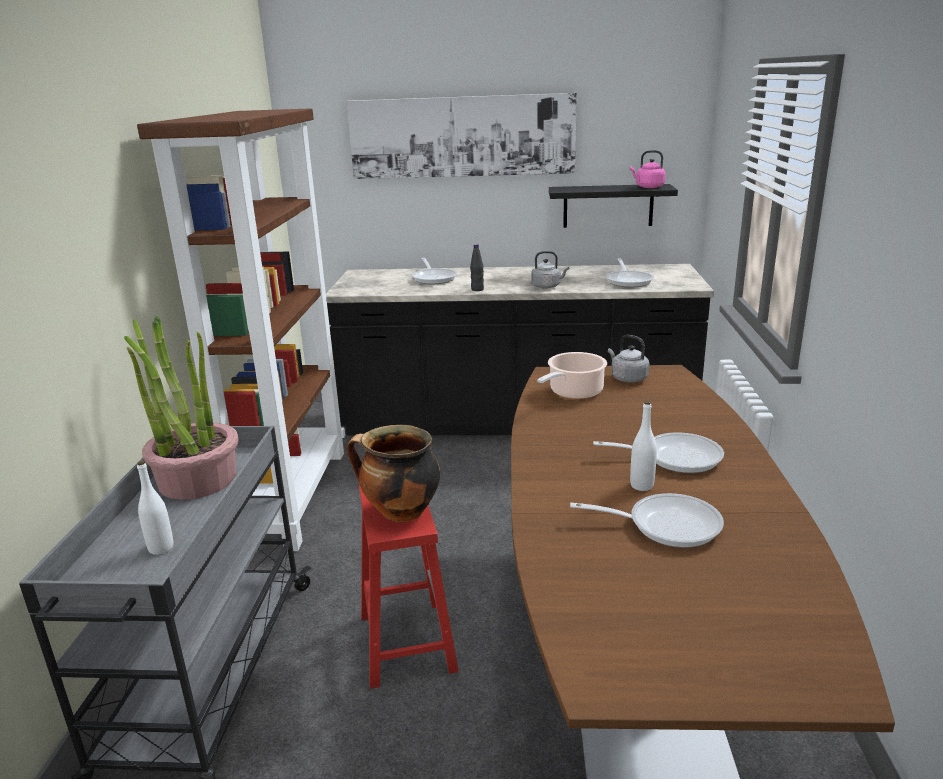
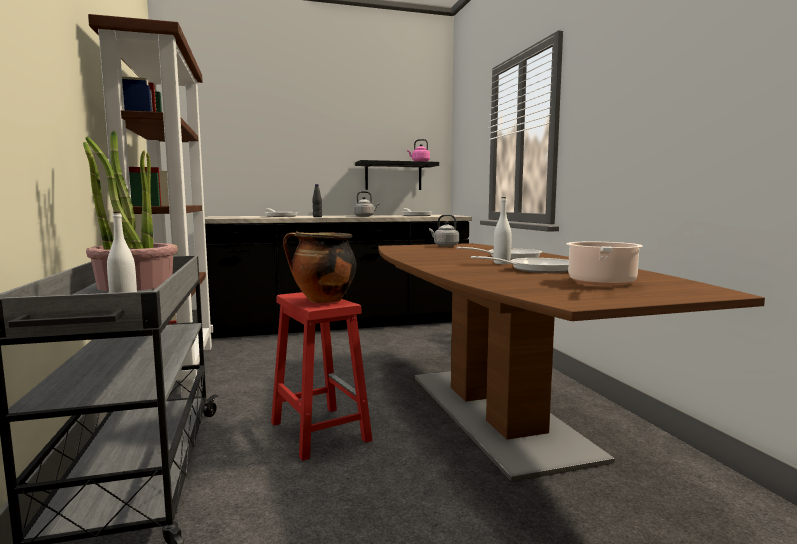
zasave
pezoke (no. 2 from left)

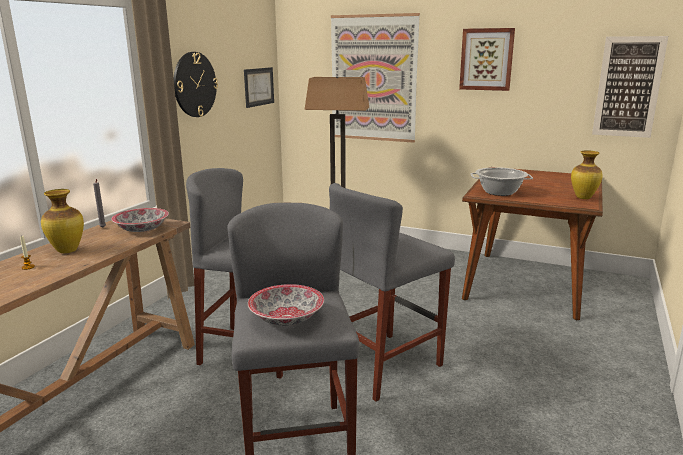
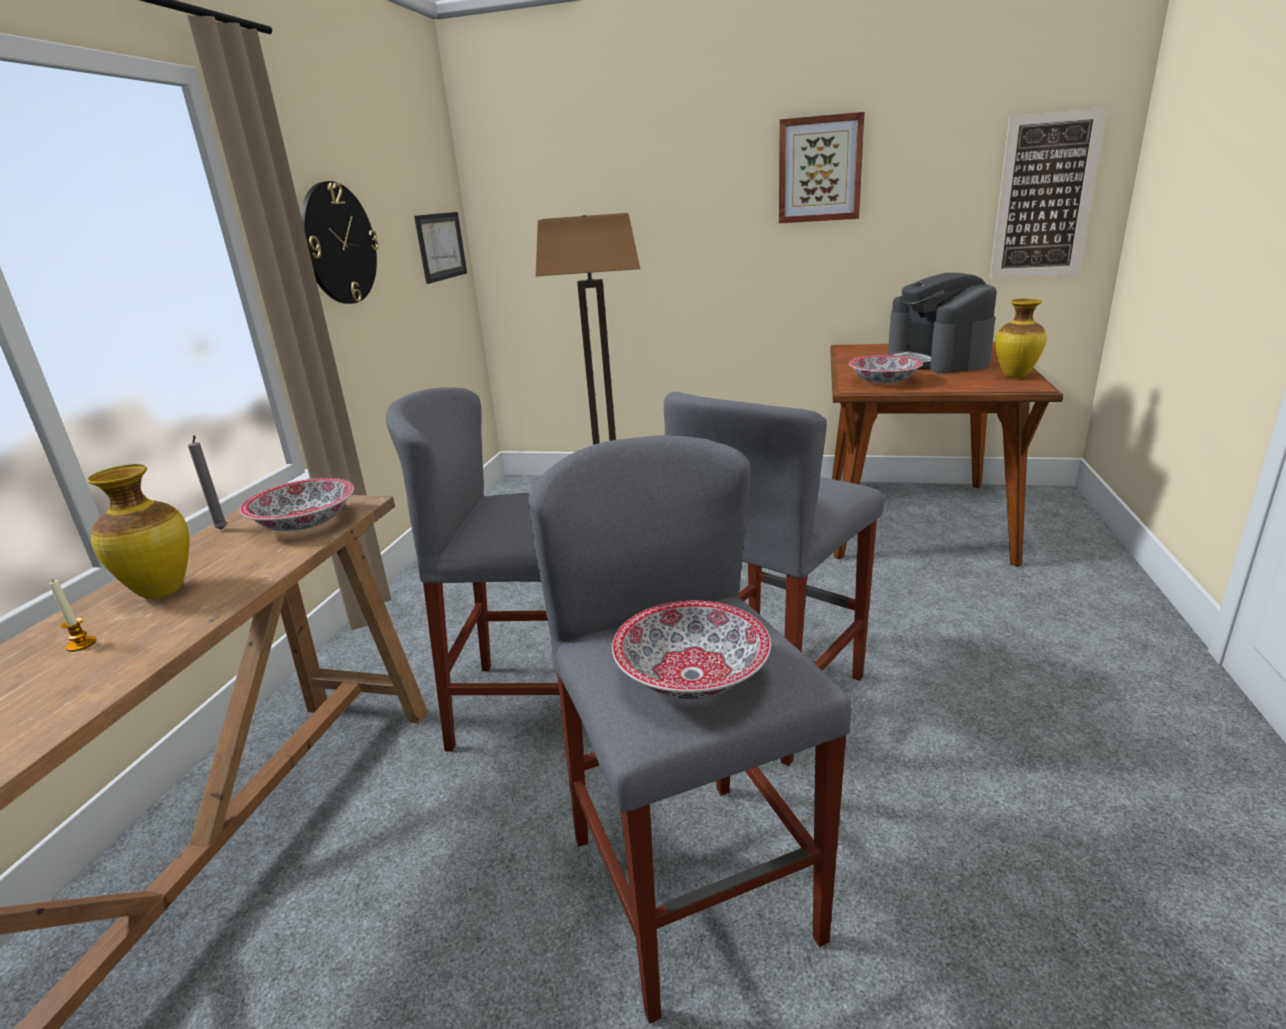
zasave (no. 2 from left in the first image)
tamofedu (no. 3 from left)
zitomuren

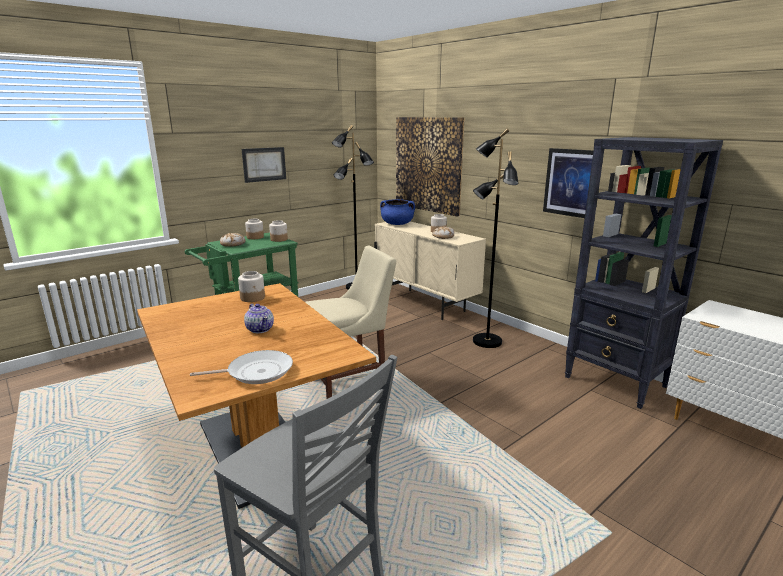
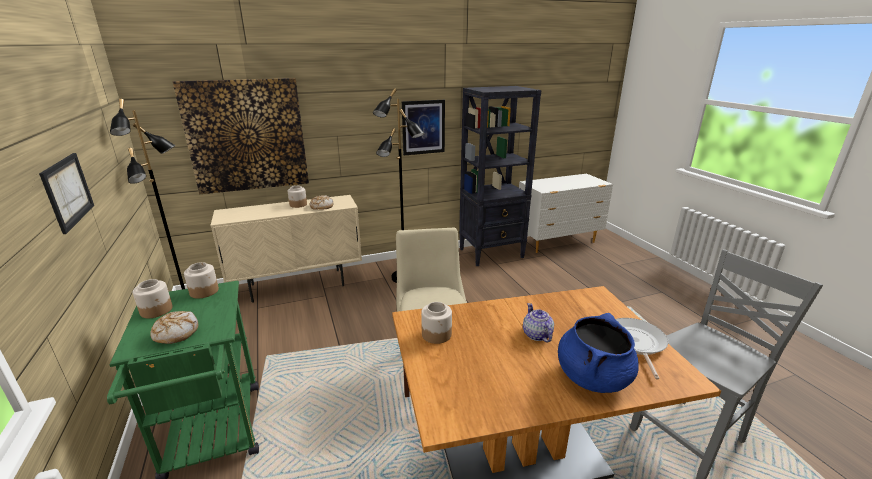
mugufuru
blue pezoke

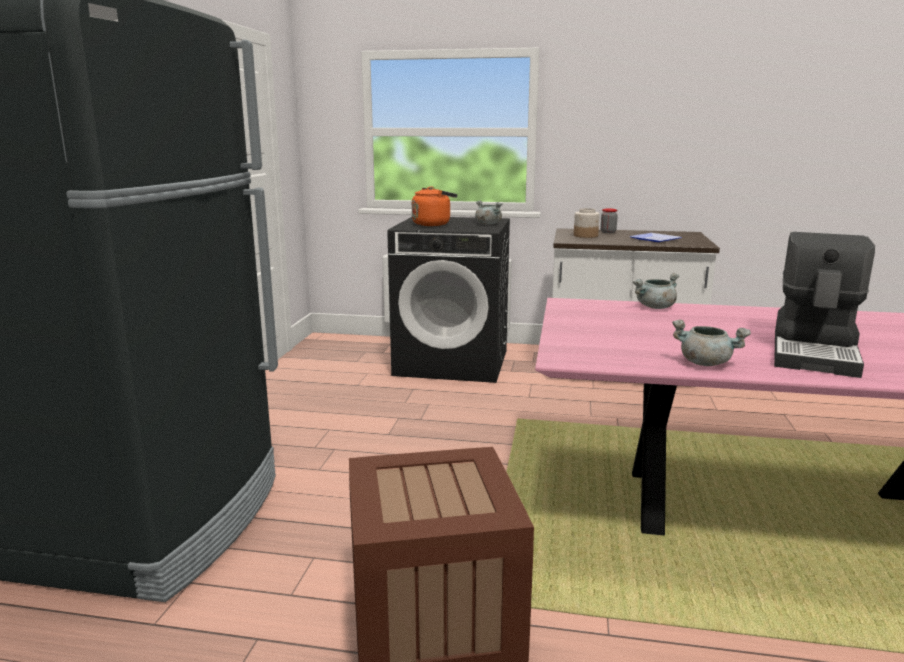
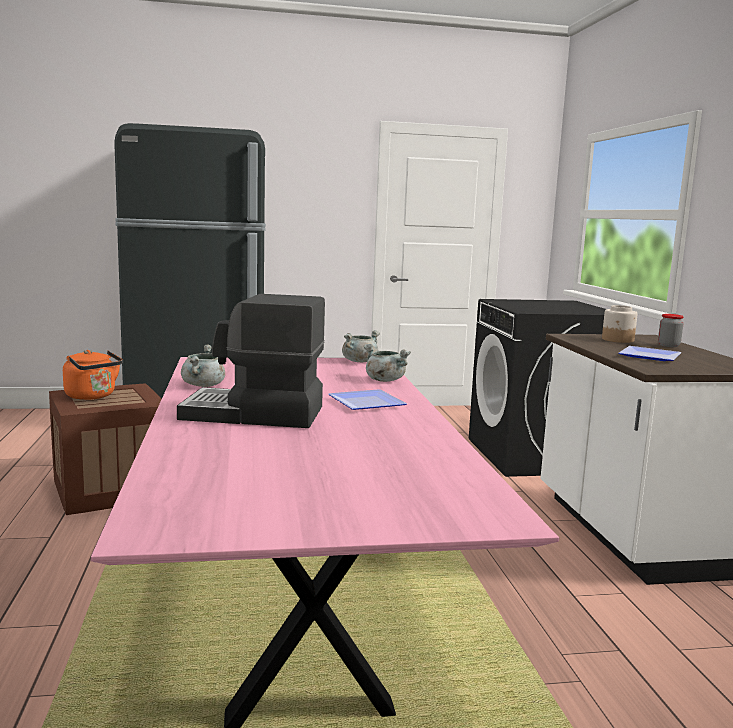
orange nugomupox
grey pezoke (no. 2 from left)
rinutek (no. 1 from left)

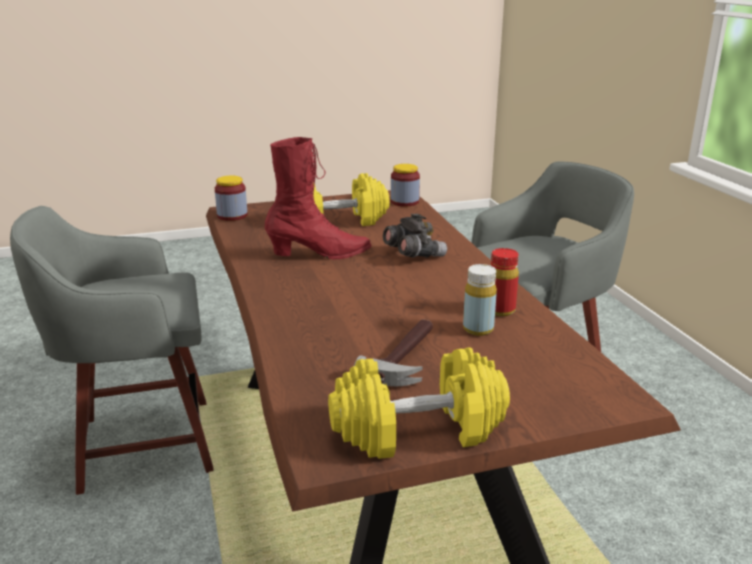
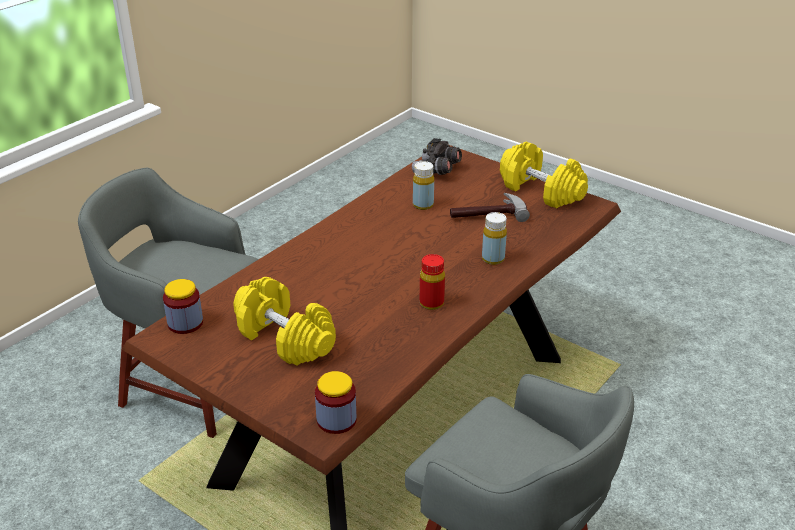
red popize
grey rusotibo
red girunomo
yellow girunomo (no. 2 from left)

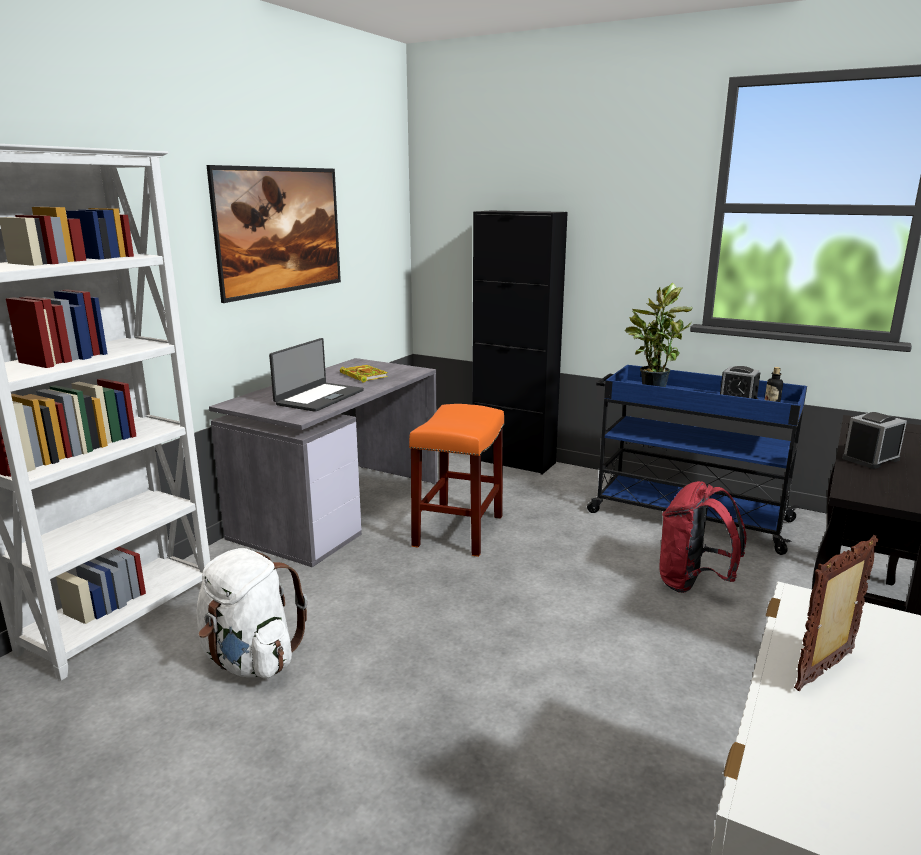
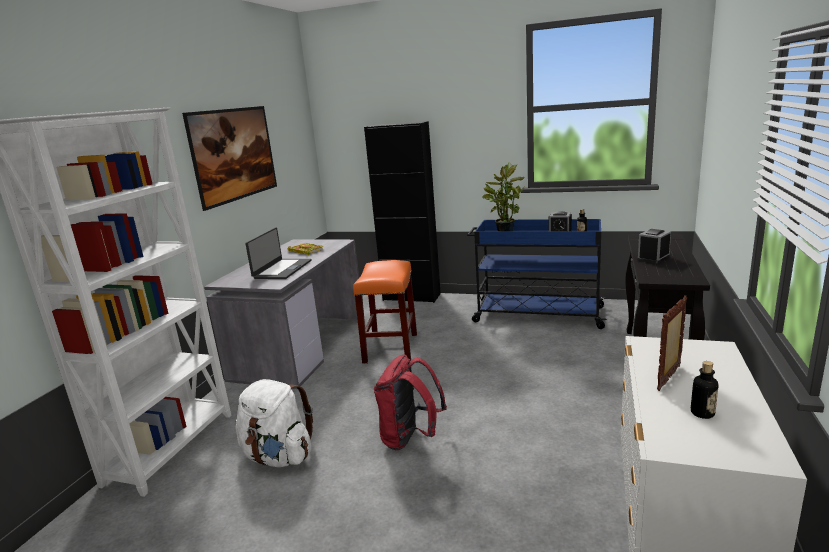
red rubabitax
girunomo (no. 2 from left)

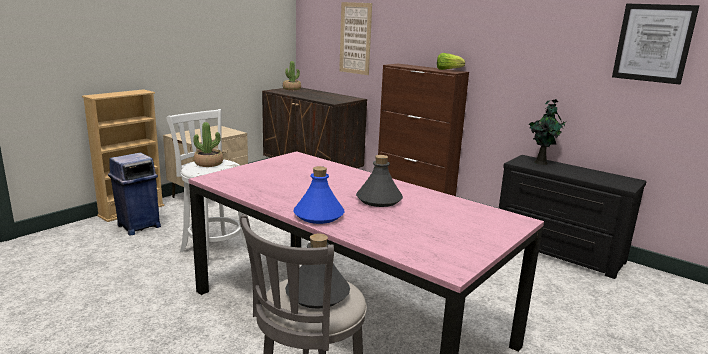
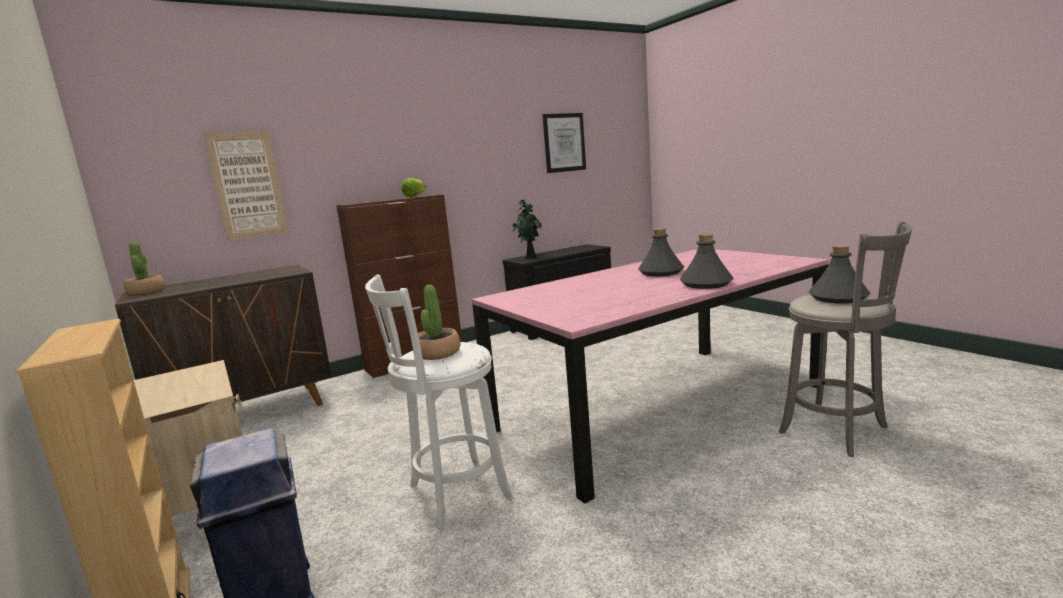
grey girunomo (no. 2 from left)

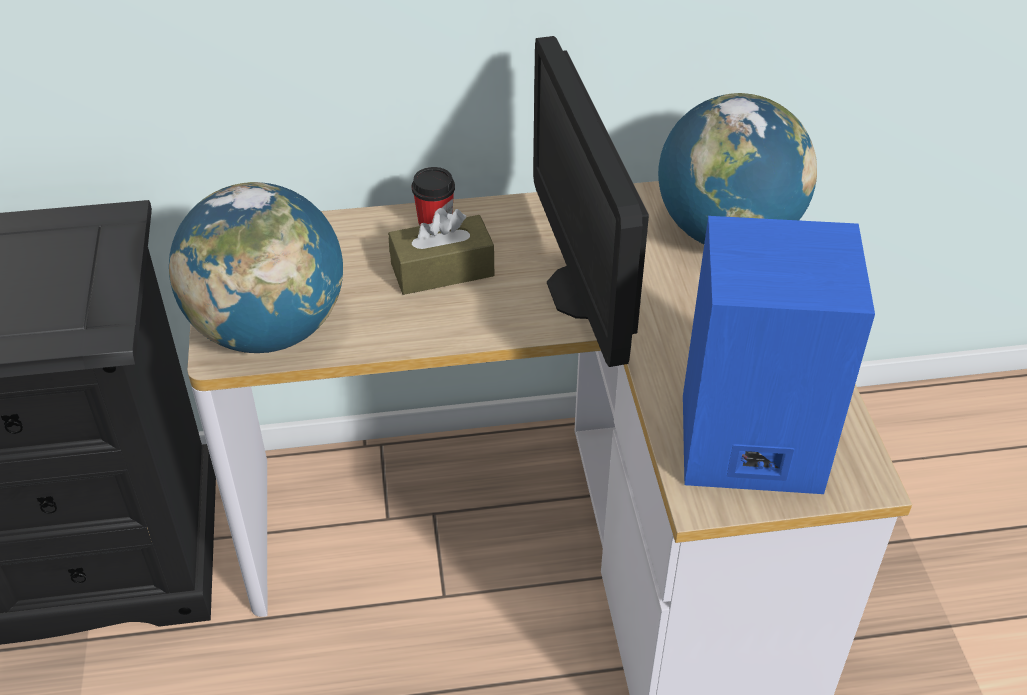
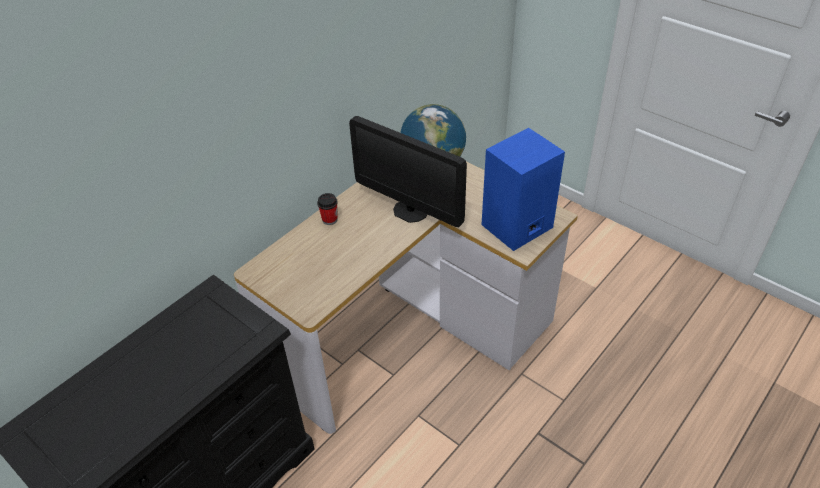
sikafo (no. 1 from left in the first image)
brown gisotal

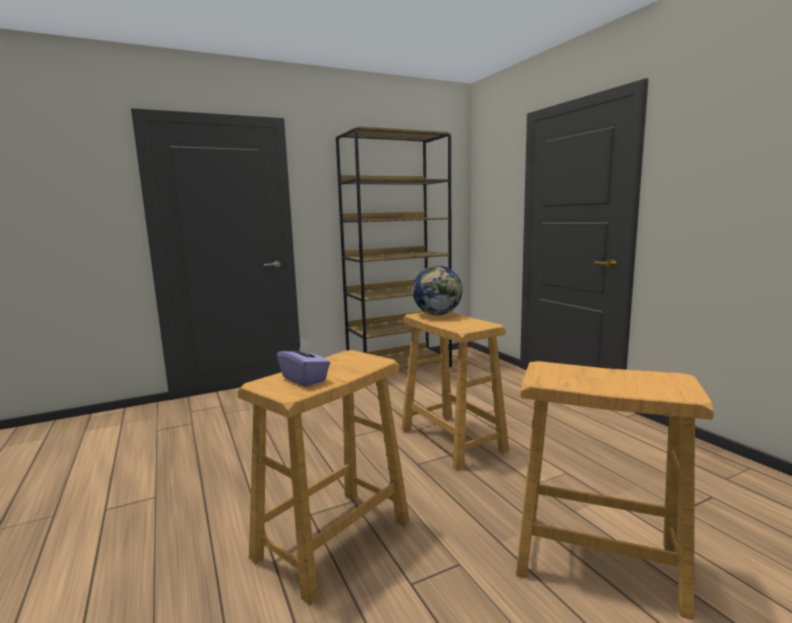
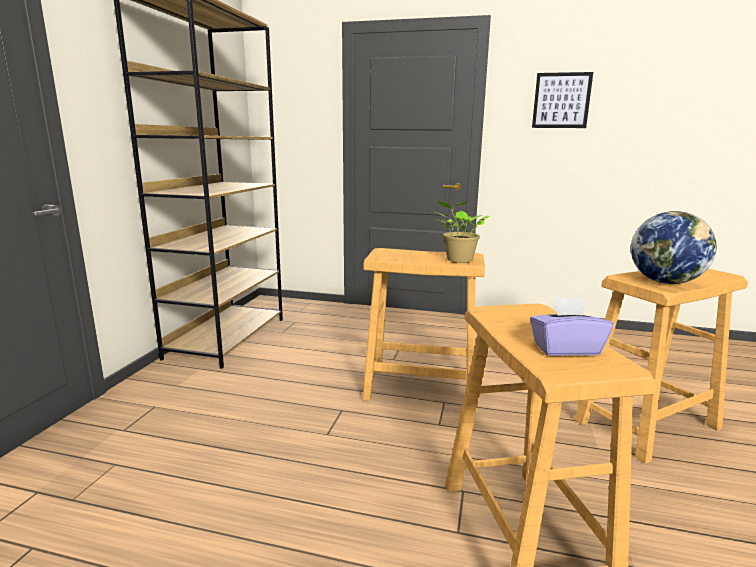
sikafo
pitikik
zasave

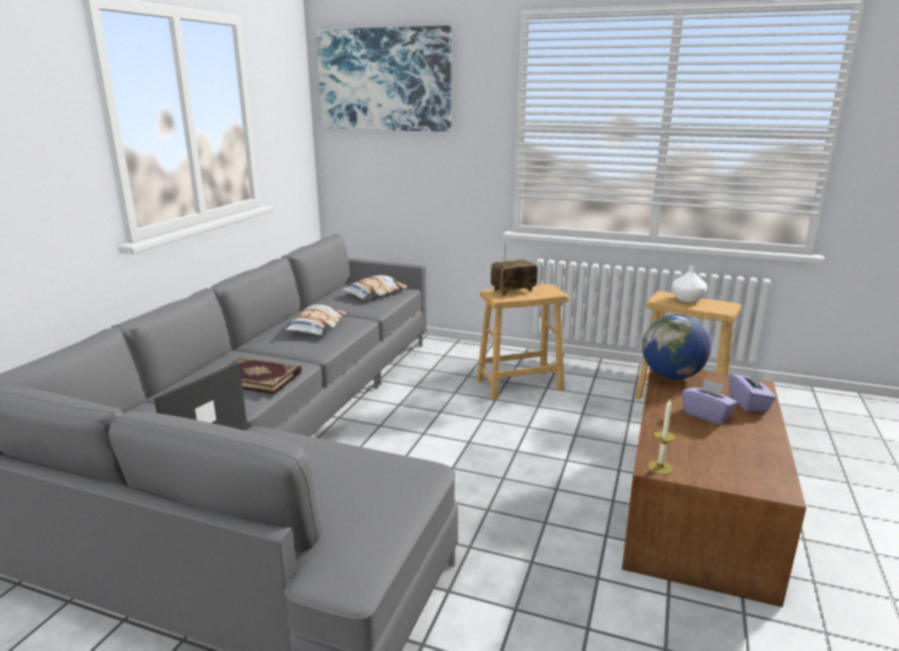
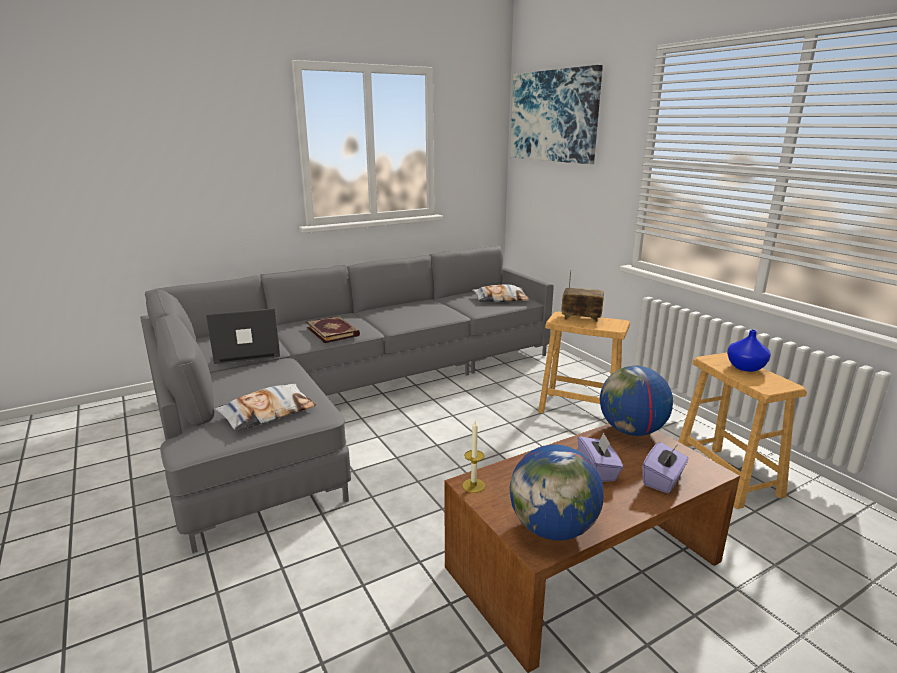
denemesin (no. 1 from left)
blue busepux
sikafo (no. 1 from left)

